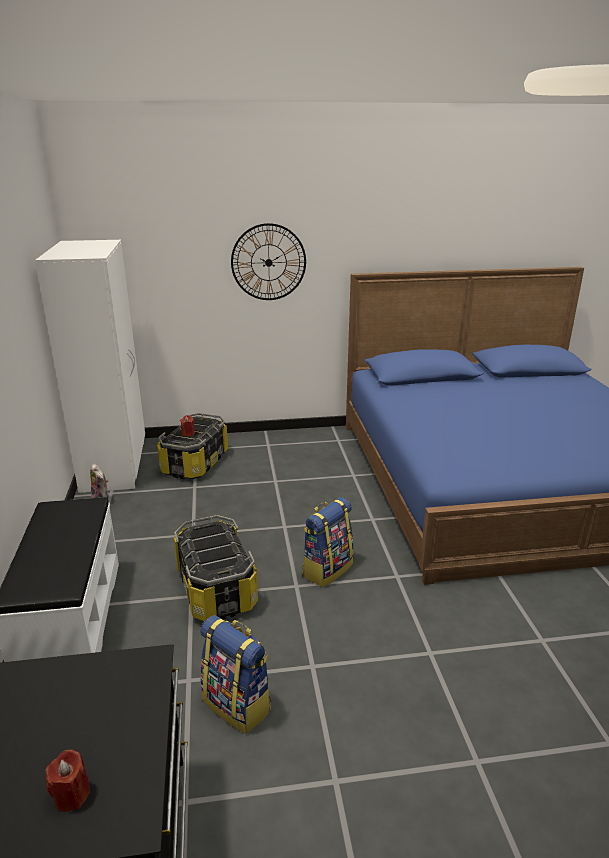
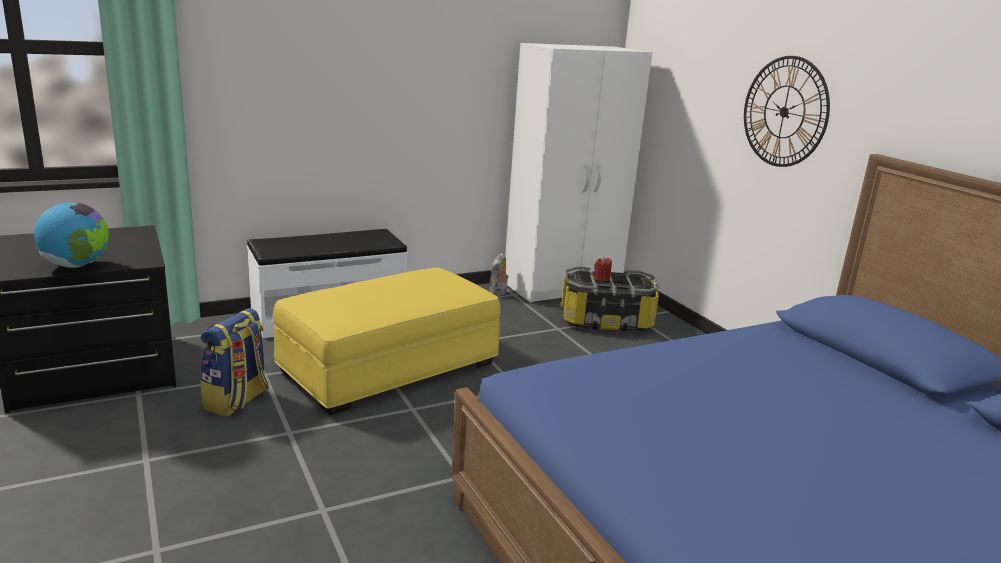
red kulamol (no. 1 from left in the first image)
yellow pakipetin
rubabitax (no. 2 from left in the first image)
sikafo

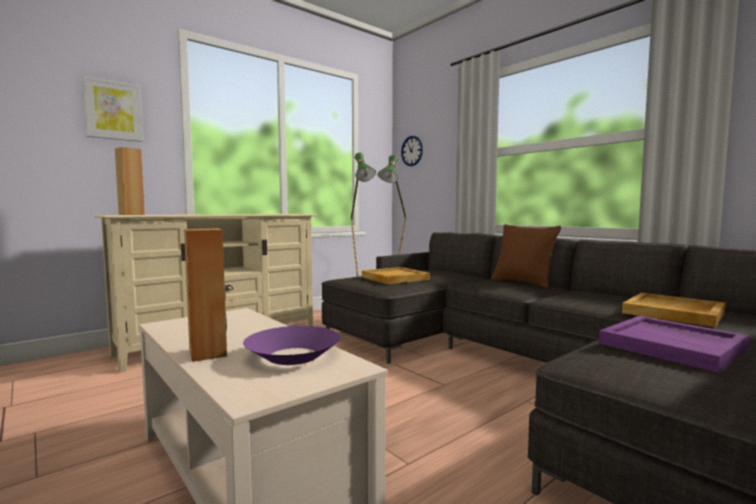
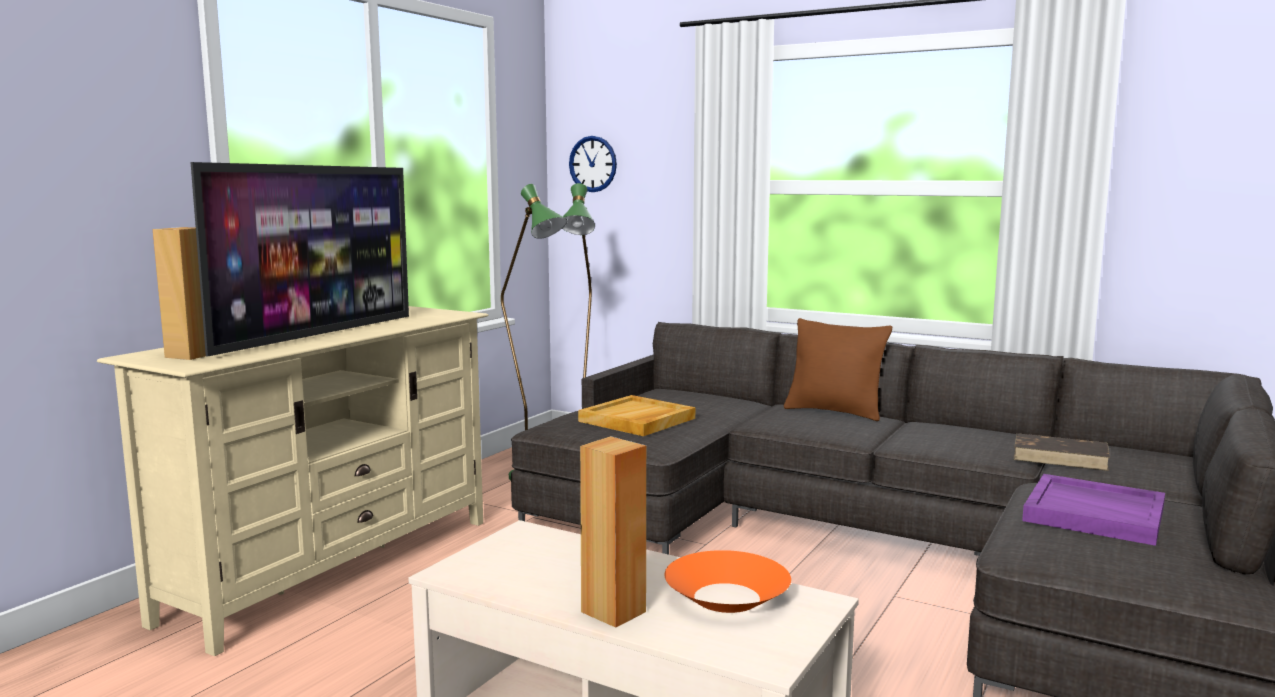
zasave
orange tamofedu
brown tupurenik
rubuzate

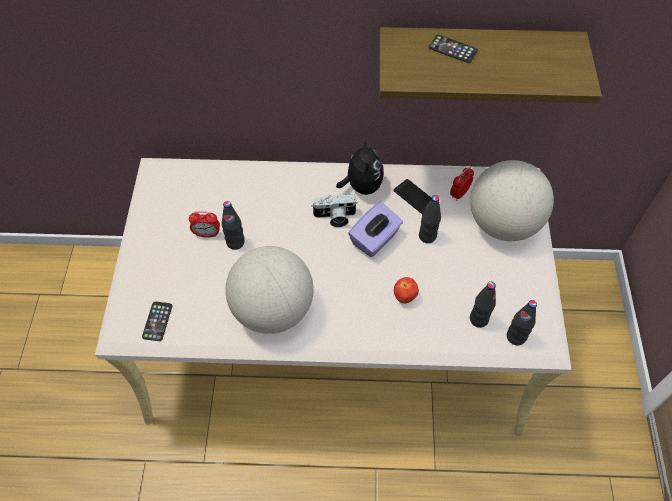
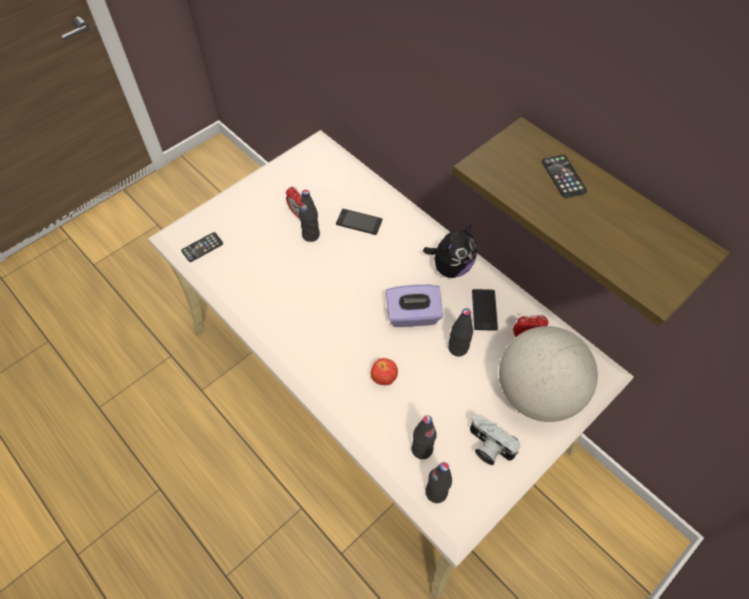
sikafo (no. 1 from left in the first image)
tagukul
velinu (no. 2 from left)

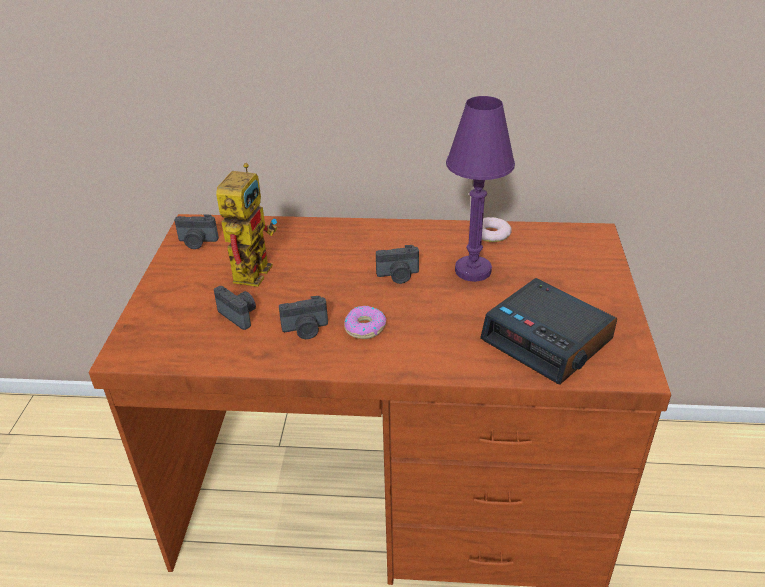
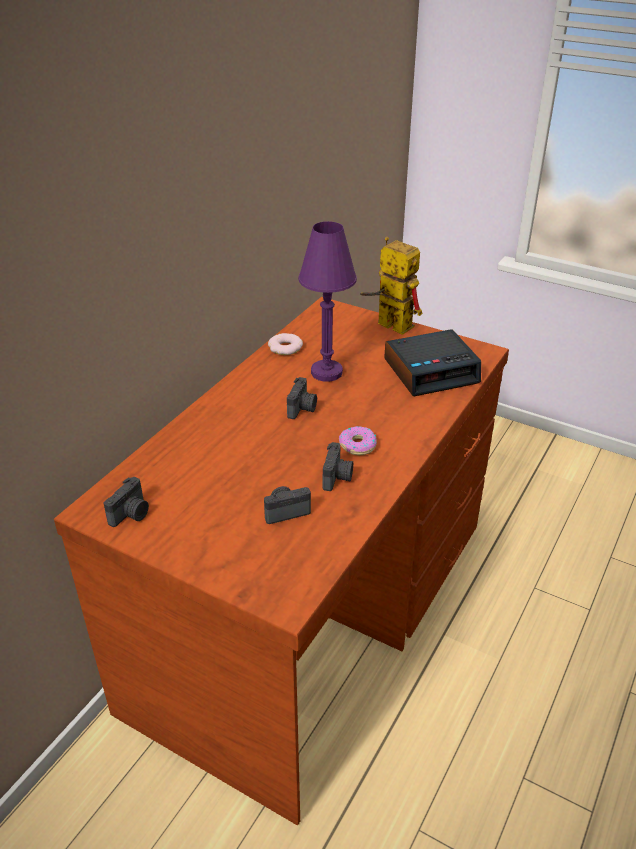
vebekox

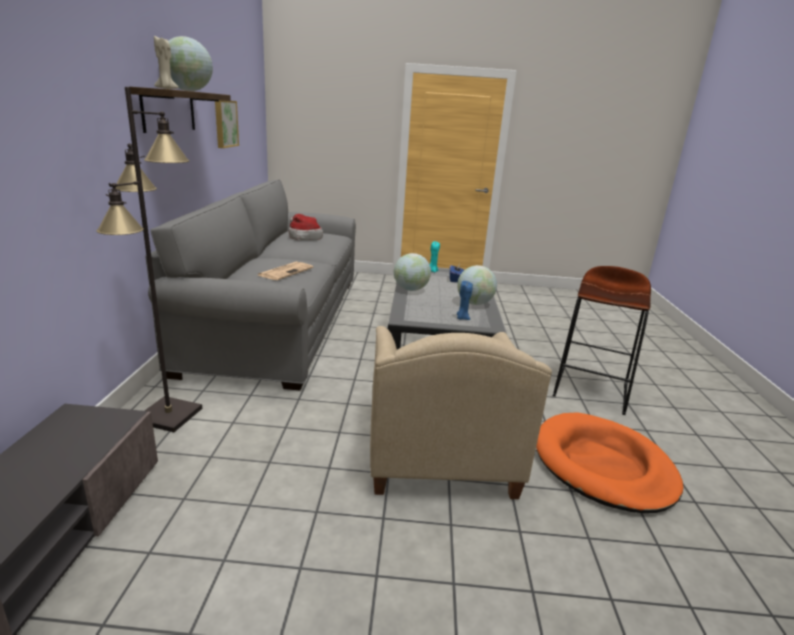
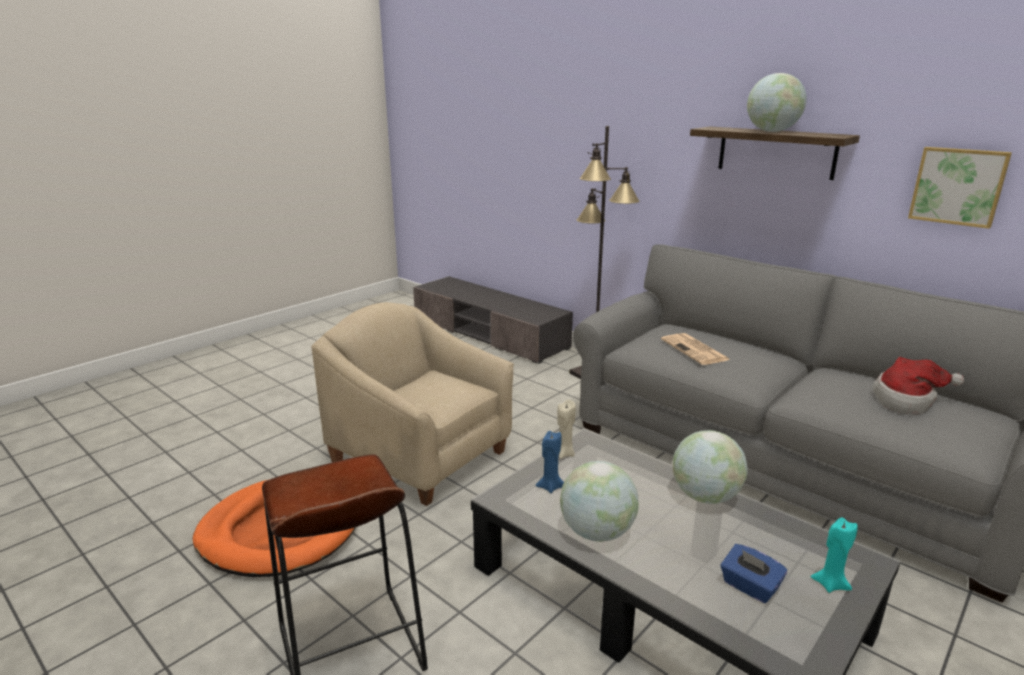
beige kulamol

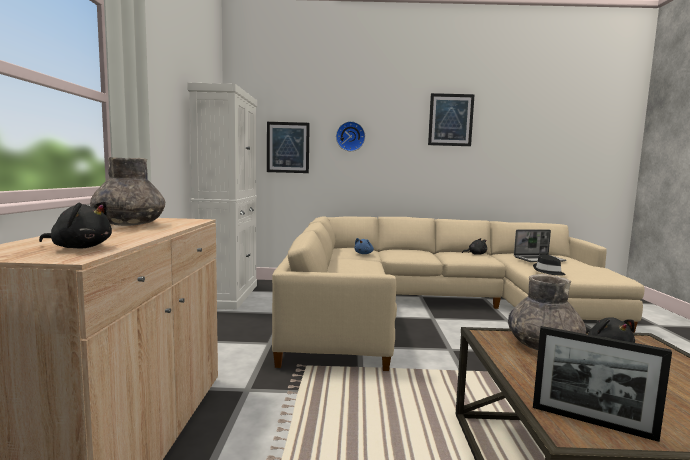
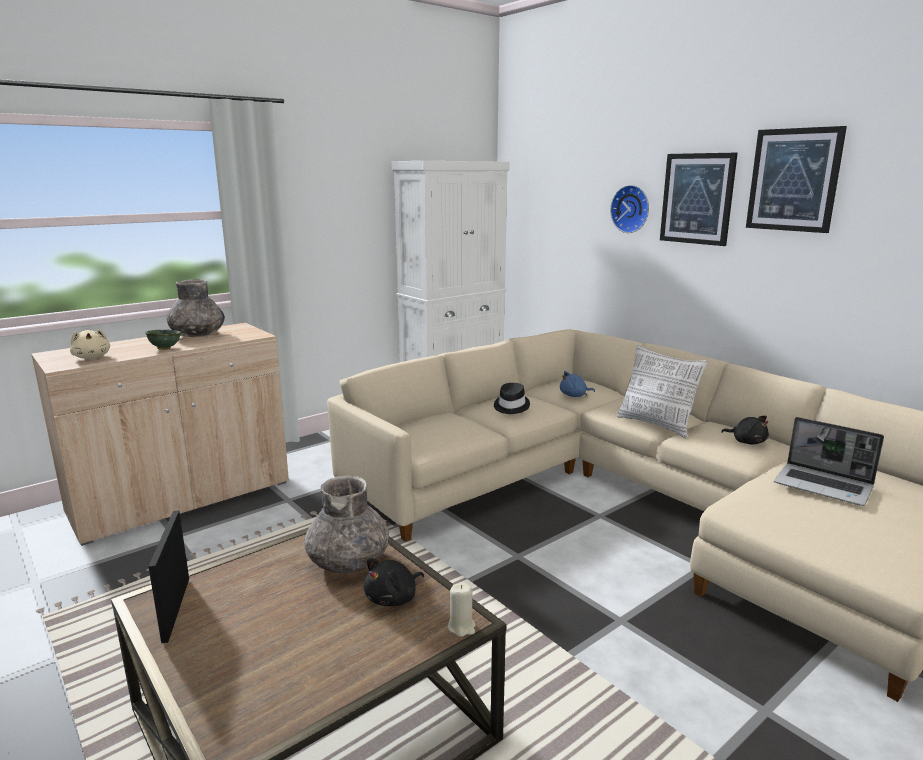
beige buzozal
zasave (no. 1 from left)
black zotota
green tamofedu
beige kulamol
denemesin

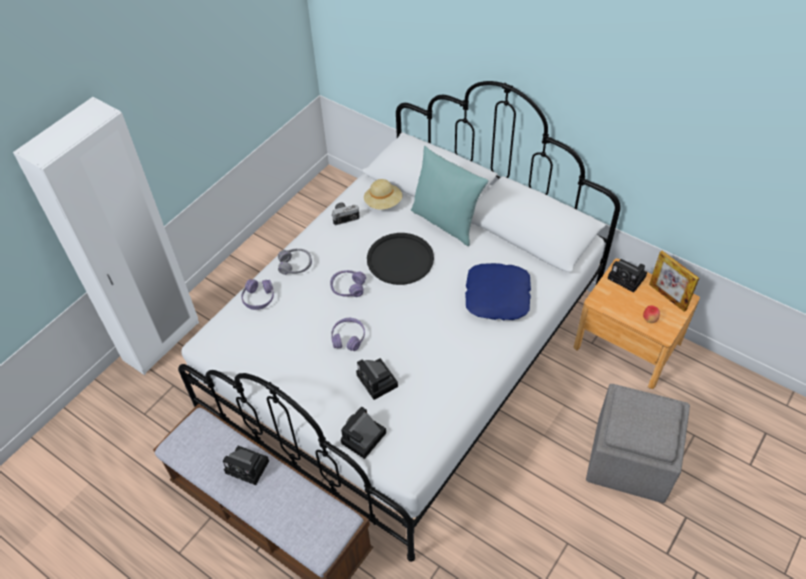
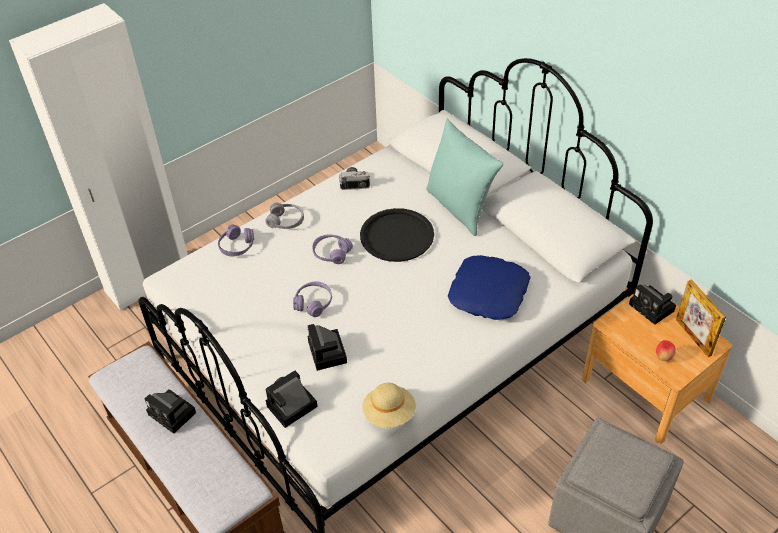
beige zotota

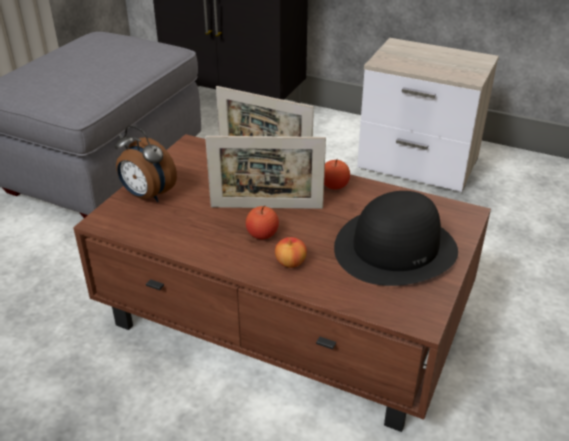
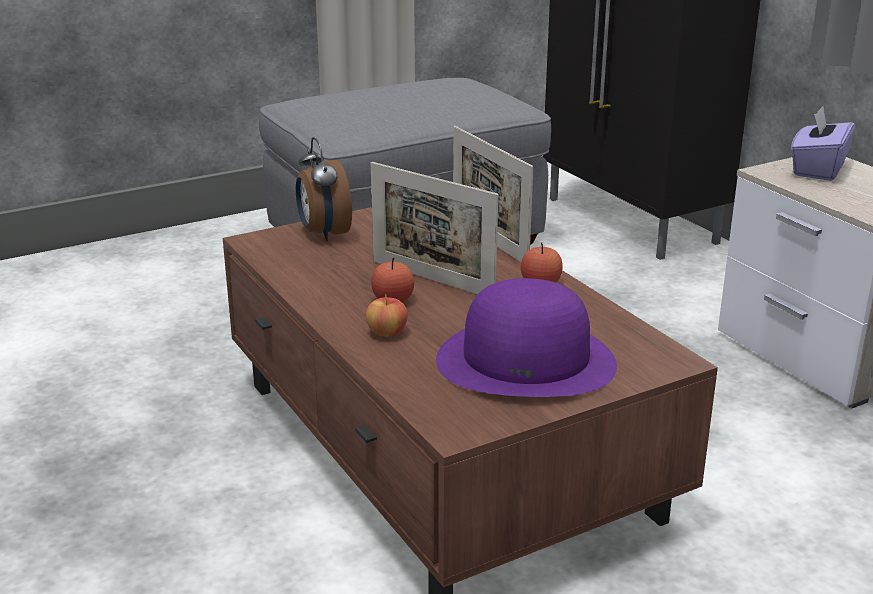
purple zotota
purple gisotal

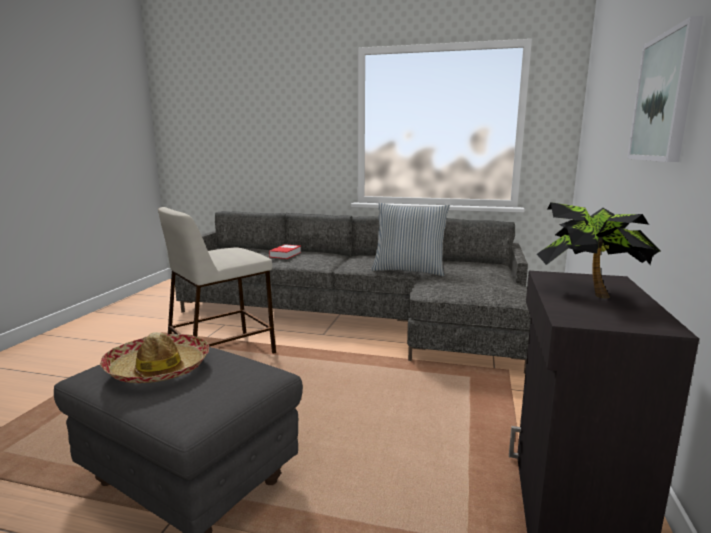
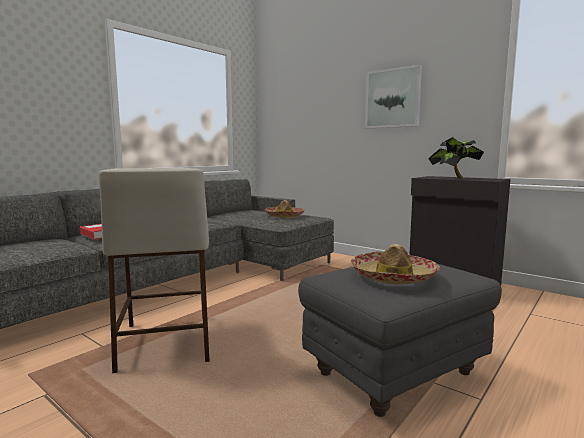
denemesin
zotota (no. 1 from left)

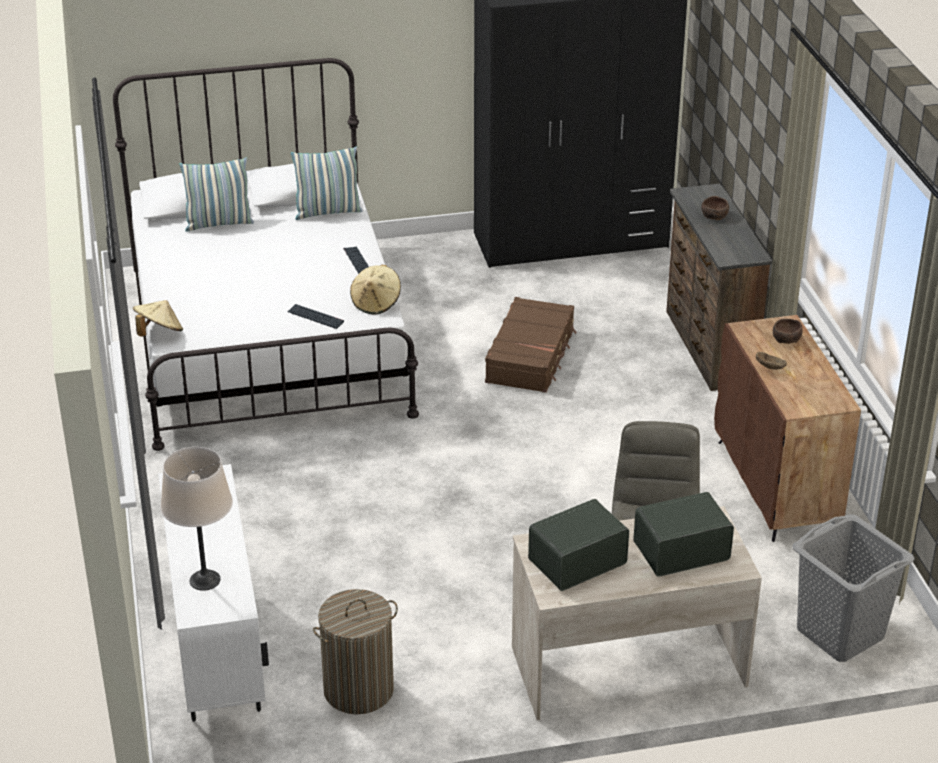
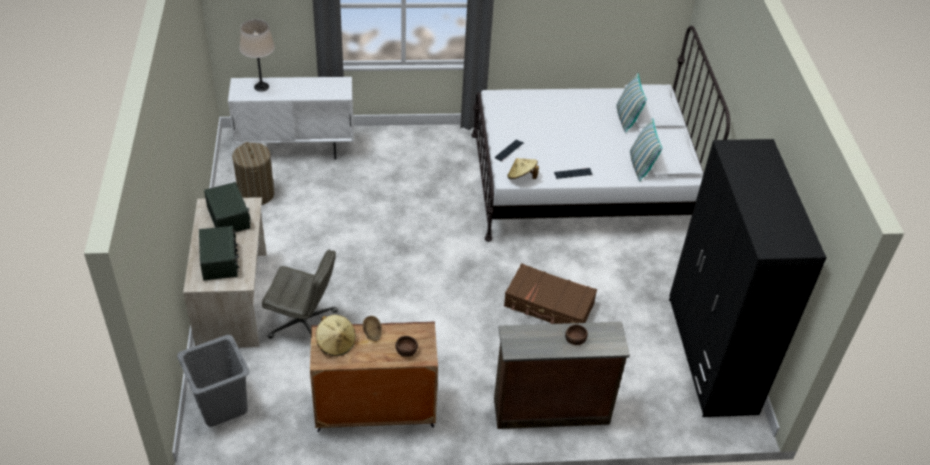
beige zotota (no. 1 from left)

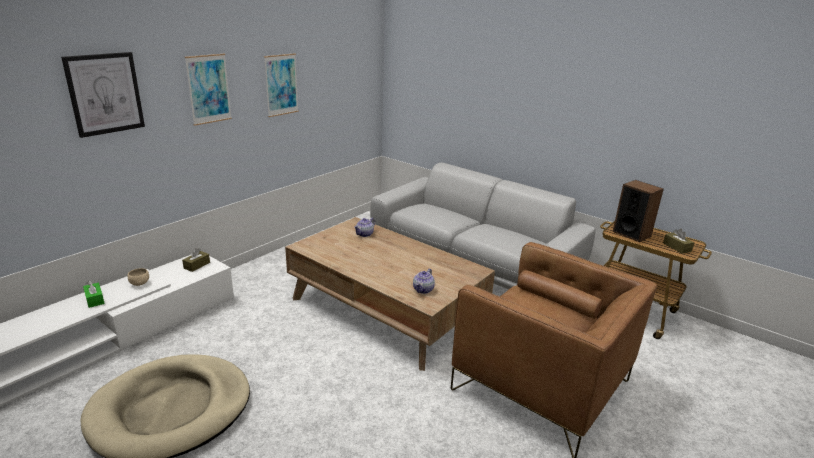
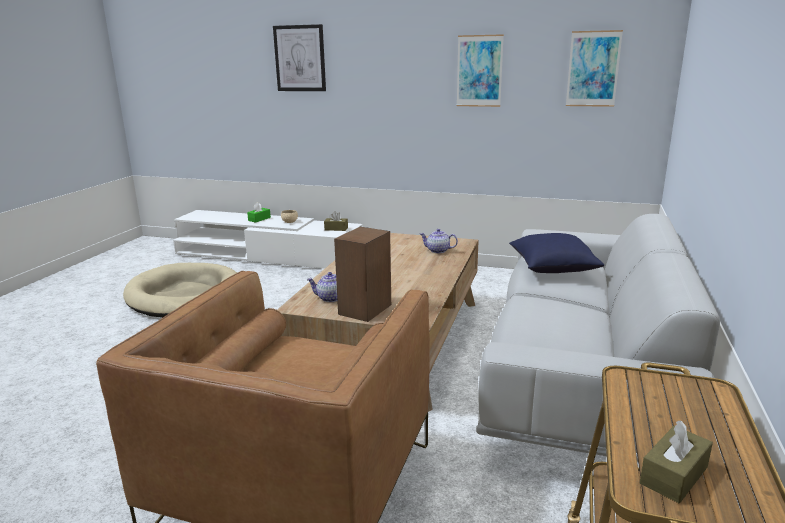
zasave (no. 3 from left)
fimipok
blue denemesin

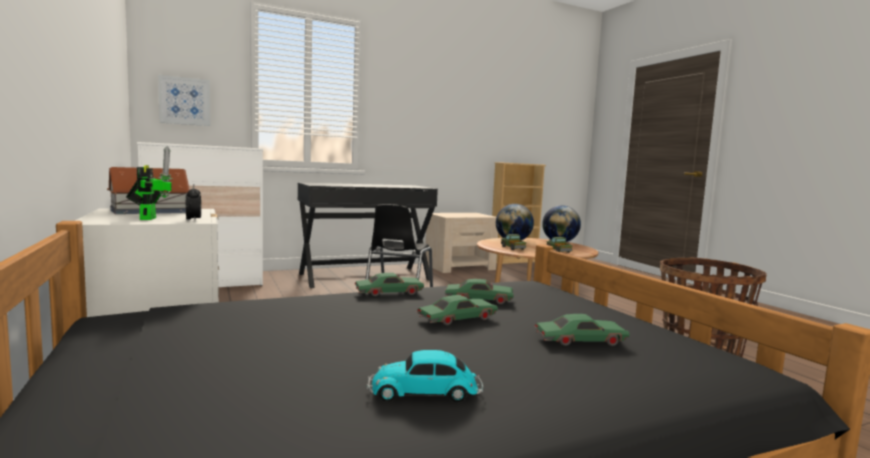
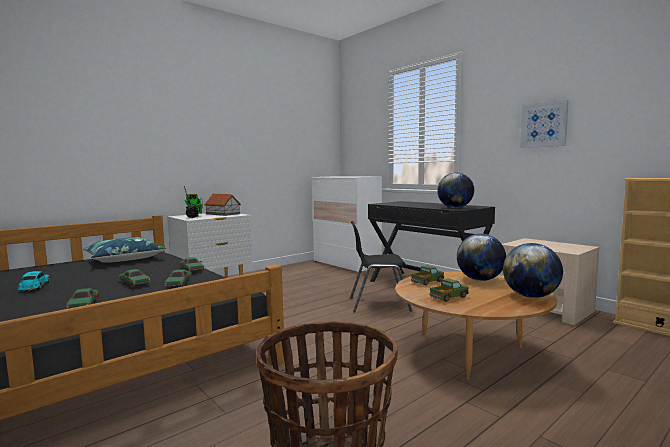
zasave
blue denemesin
sikafo (no. 1 from left)

